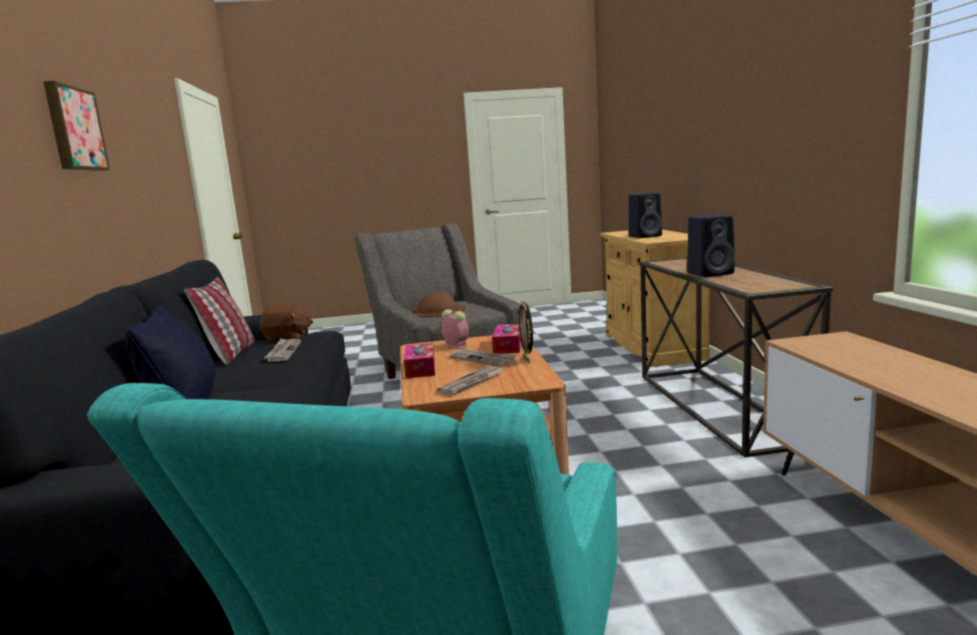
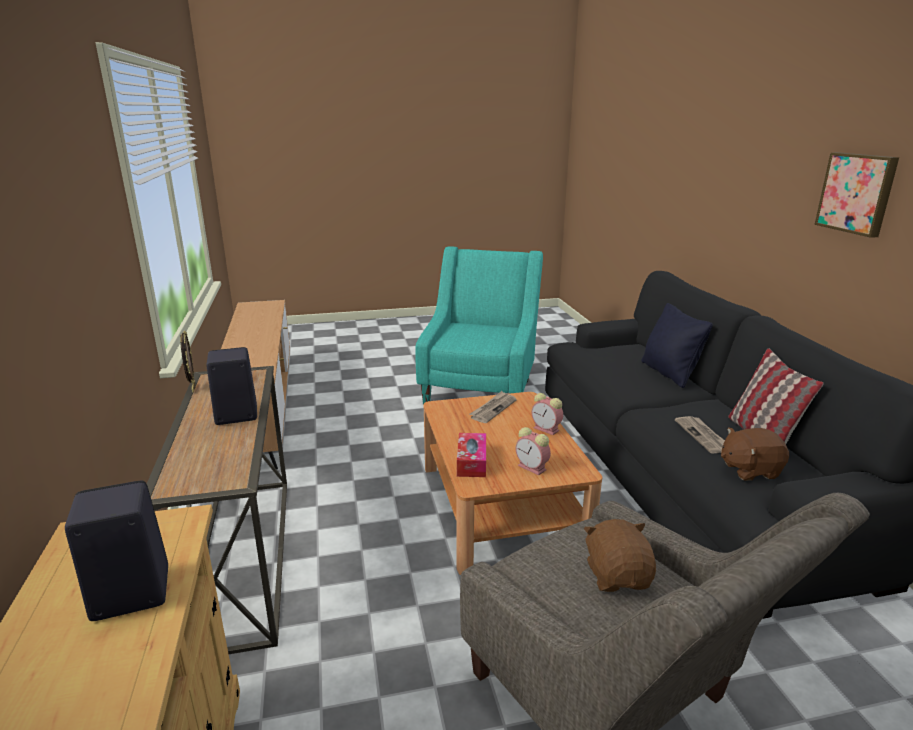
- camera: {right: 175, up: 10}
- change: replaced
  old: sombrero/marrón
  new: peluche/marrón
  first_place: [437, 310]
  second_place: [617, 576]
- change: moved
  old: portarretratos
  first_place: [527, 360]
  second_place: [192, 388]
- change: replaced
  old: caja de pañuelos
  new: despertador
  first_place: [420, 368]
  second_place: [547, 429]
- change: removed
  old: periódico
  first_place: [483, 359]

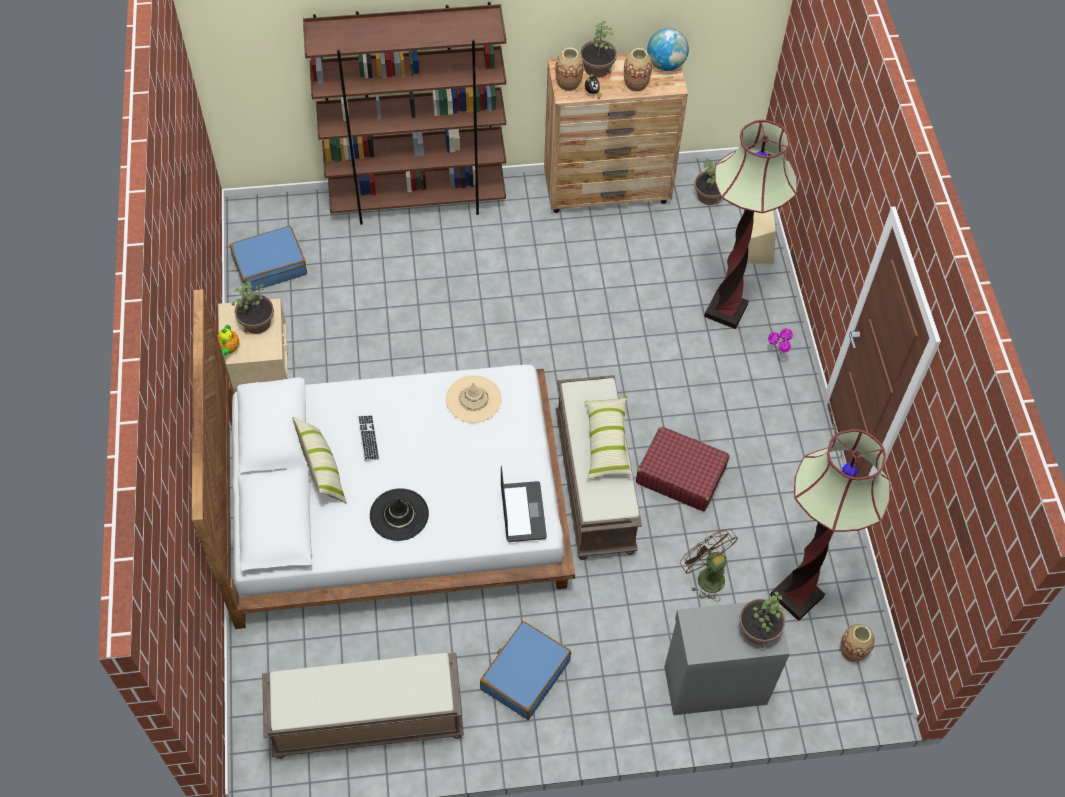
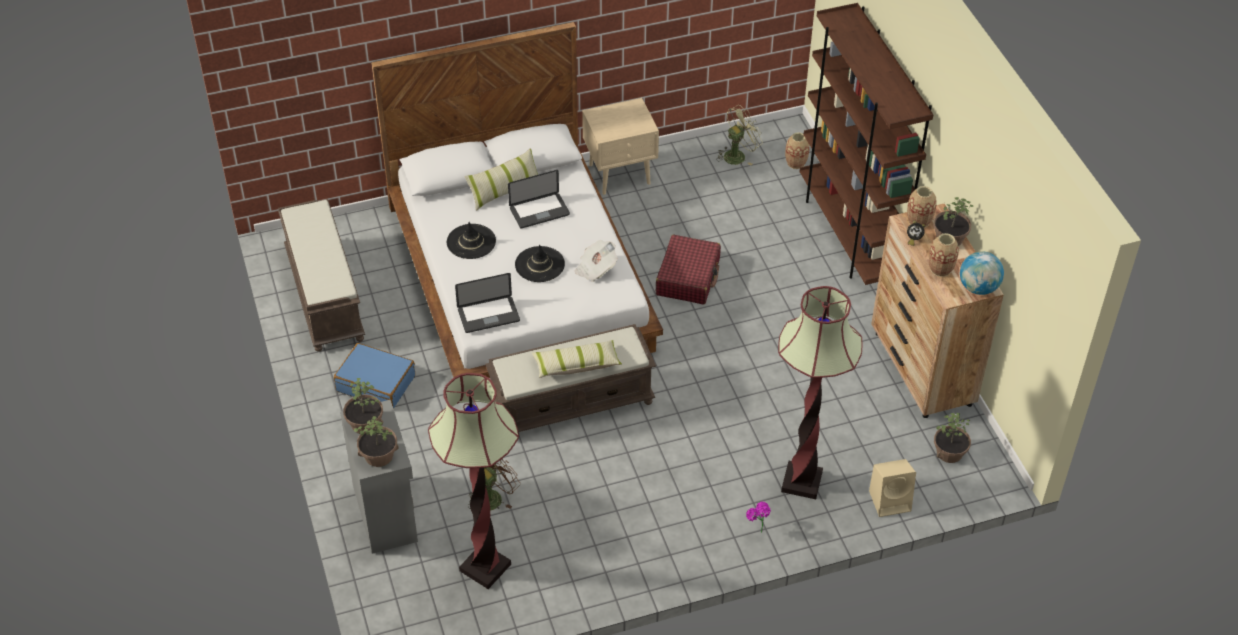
- camera: {right: 80, up: -10}
- change: replaced
  old: maleta/azul
  new: ventilador/verde
  first_place: [270, 266]
  second_place: [738, 155]
- change: moved
  old: planta en maceta
  first_place: [257, 323]
  second_place: [365, 424]
- change: removed
  old: tetera
  first_place: [228, 349]
- change: replaced
  old: sombrero/beis
  new: periódico
  first_place: [473, 399]
  second_place: [595, 268]
- change: replaced
  old: teclado
  new: portátil
  first_place: [368, 438]
  second_place: [539, 211]
- change: moved
  old: maleta/rojo
  first_place: [680, 475]
  second_place: [688, 277]
- change: moved
  old: florero
  first_place: [852, 651]
  second_place: [795, 163]
- change: added
  new: sombrero/negro
  second_place: [539, 264]

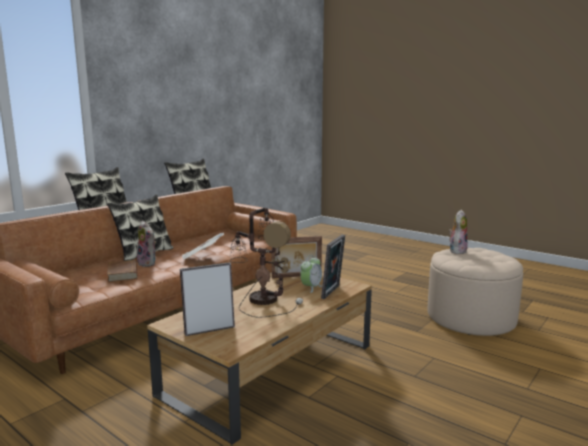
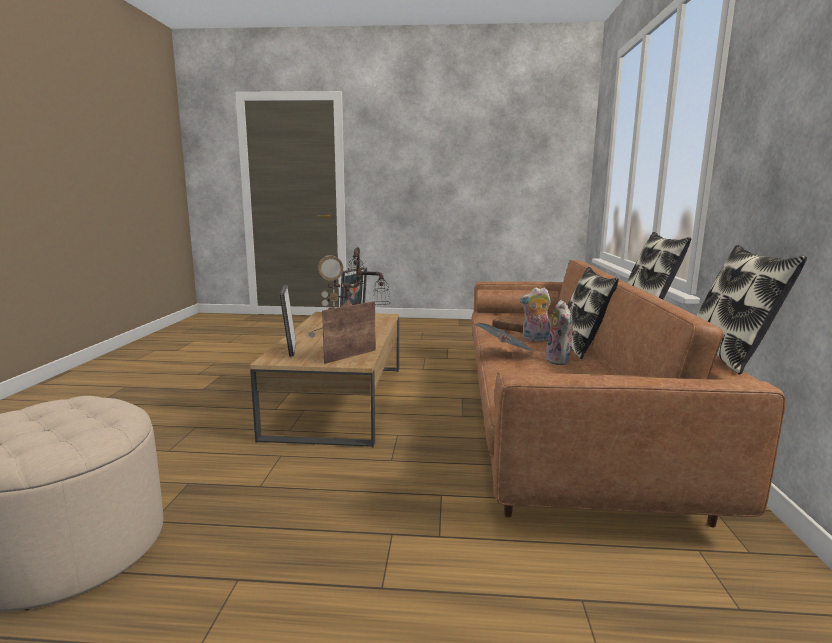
- camera: {right: 145, up: 0}
- change: moved
  old: peluche
  first_place: [457, 251]
  second_place: [560, 361]
- change: removed
  old: despertador
  first_place: [311, 288]

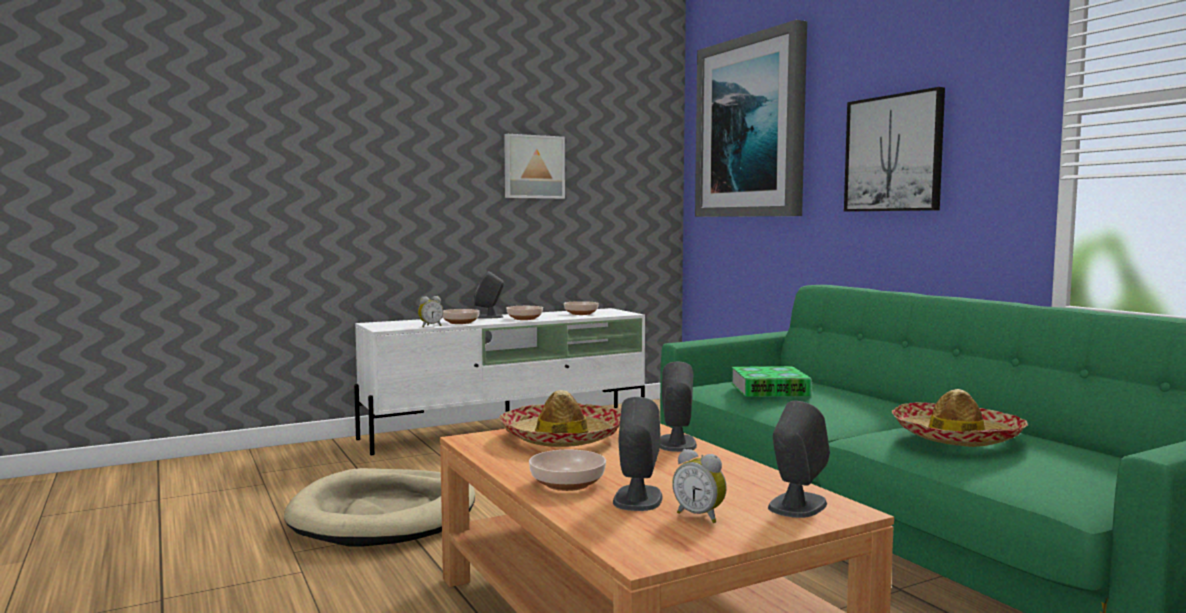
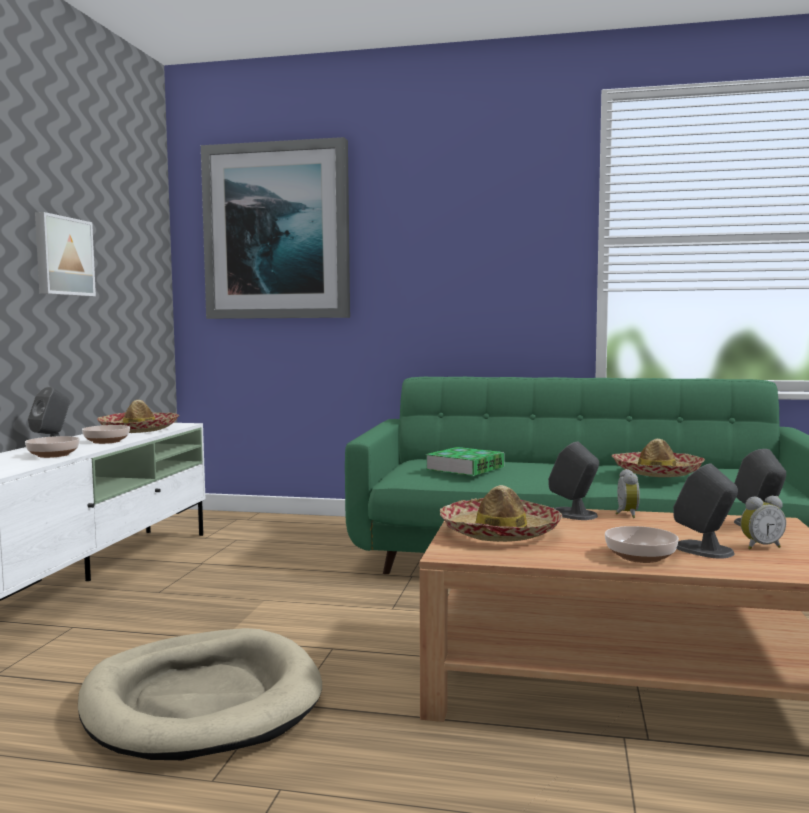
- camera: {right: -50, up: 0}
- change: removed
  old: cuadro
  first_place: [894, 153]
- change: moved
  old: despertador
  first_place: [430, 326]
  second_place: [625, 514]
- change: replaced
  old: cuenco
  new: sombrero
  first_place: [580, 314]
  second_place: [139, 430]

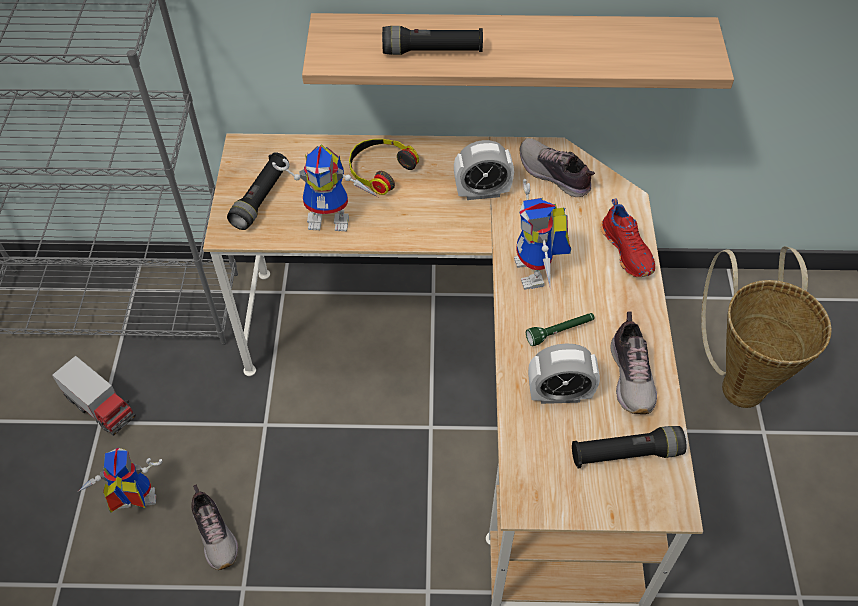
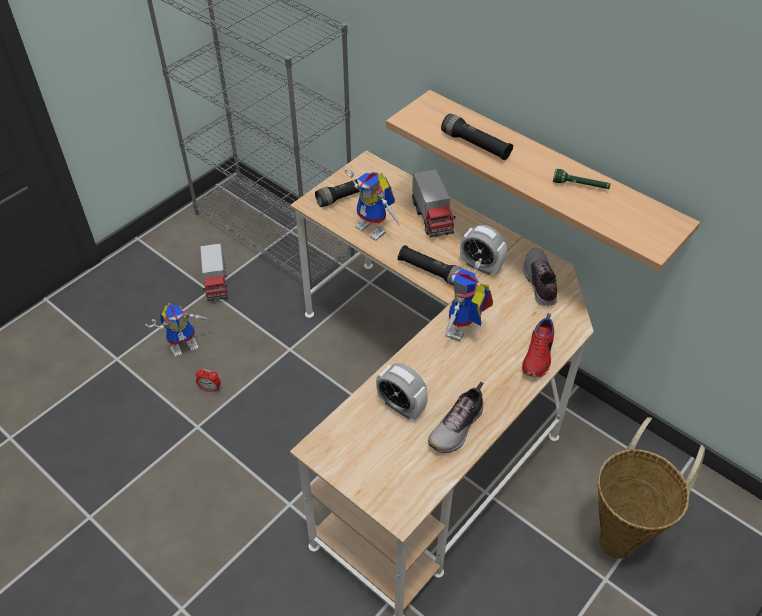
- camera: {right: 40, up: -5}
- change: replaced
  old: auriculares
  new: camión de juguete
  first_place: [380, 170]
  second_place: [432, 218]
- change: moved
  old: linterna/verde
  first_place: [560, 332]
  second_place: [580, 186]
- change: moved
  old: linterna/negro
  first_place: [625, 453]
  second_place: [431, 272]
- change: turned
  old: robot de juguete
  first_place: [133, 505]
  second_place: [185, 344]
  degrees: 120
- change: replaced
  old: zapato
  new: despertador
  first_place: [215, 534]
  second_place: [210, 388]

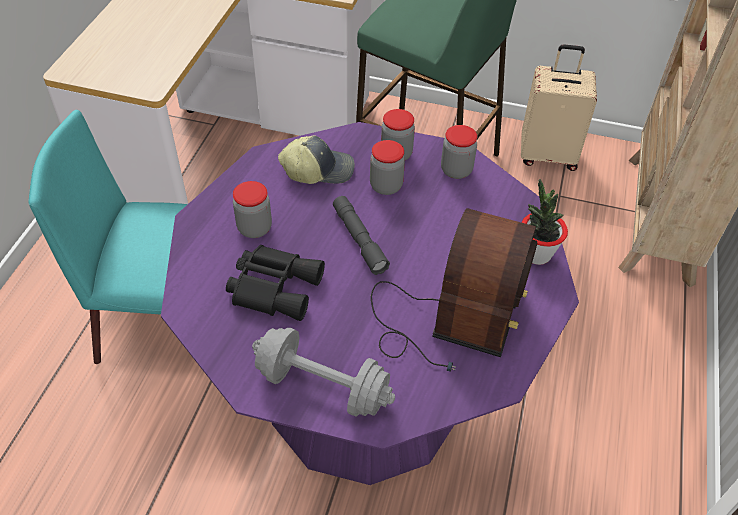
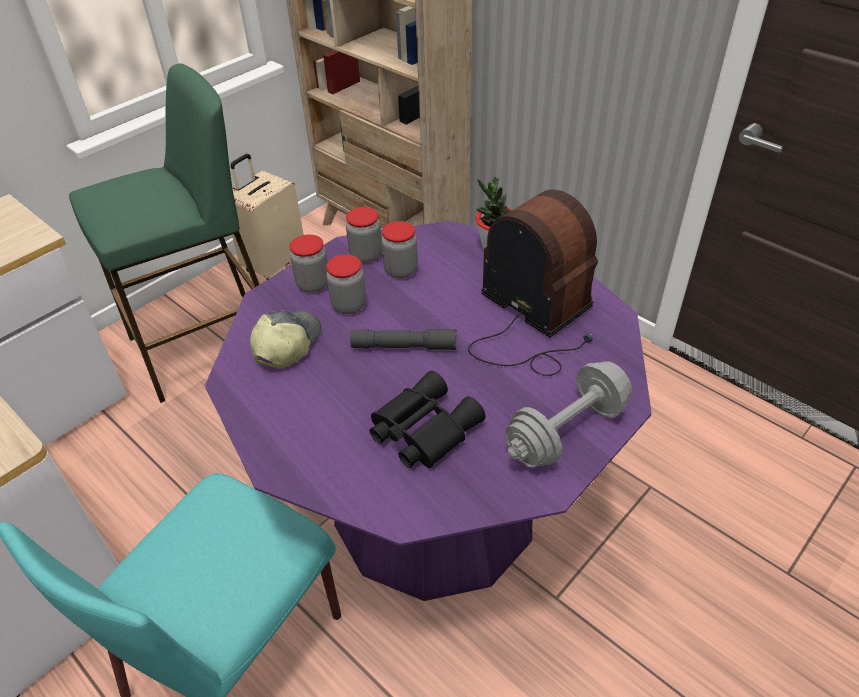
- camera: {right: -60, up: -5}
- change: moved
  old: tarro
  first_place: [254, 228]
  second_place: [401, 270]

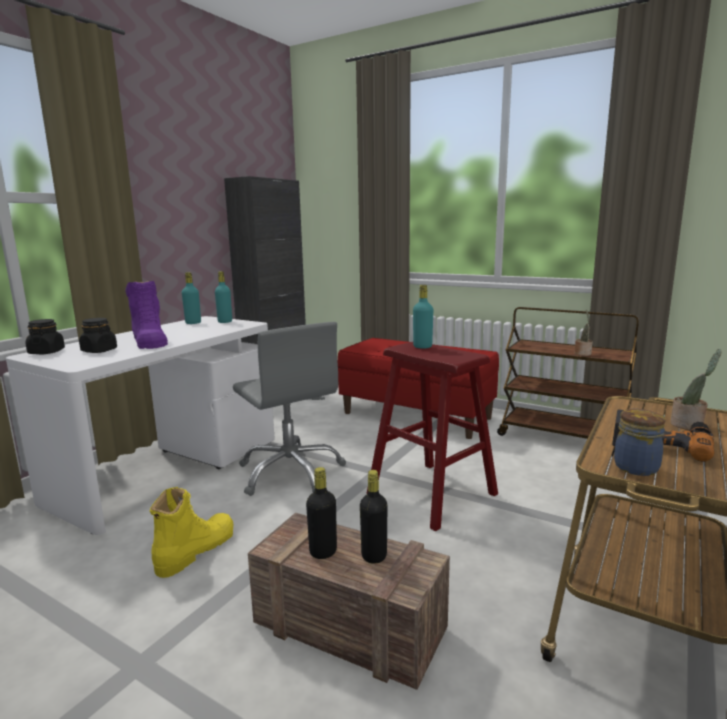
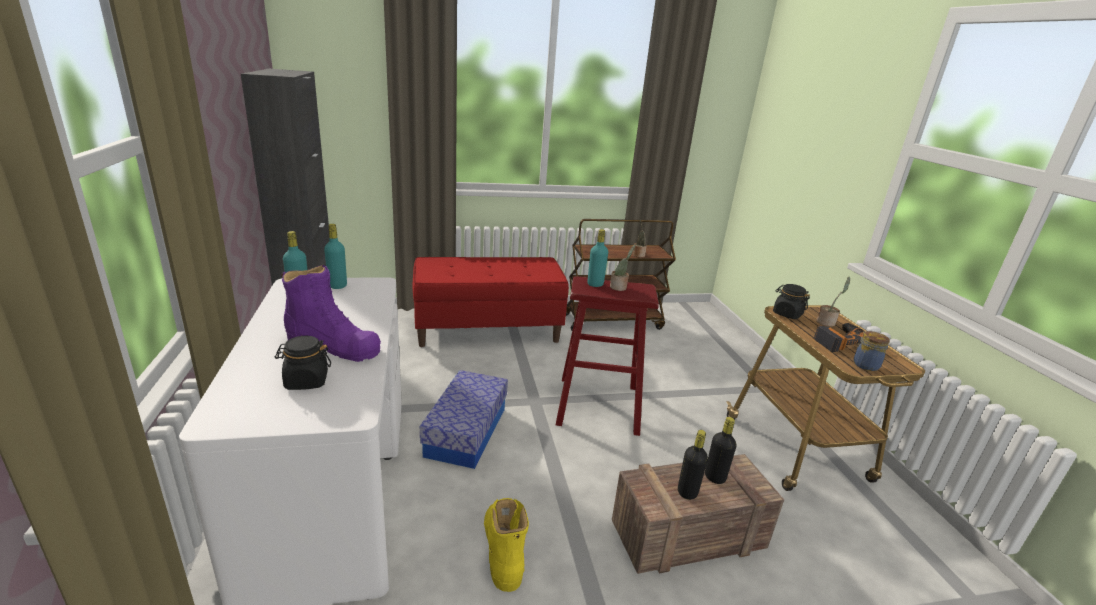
- camera: {right: -45, up: 10}
- change: moved
  old: tarro/negro
  first_place: [46, 352]
  second_place: [787, 314]
- change: replaced
  old: silla de oficina/gris
  new: caja de almacenaje
  first_place: [291, 472]
  second_place: [466, 432]
- change: added
  new: planta en maceta
  second_place: [619, 288]

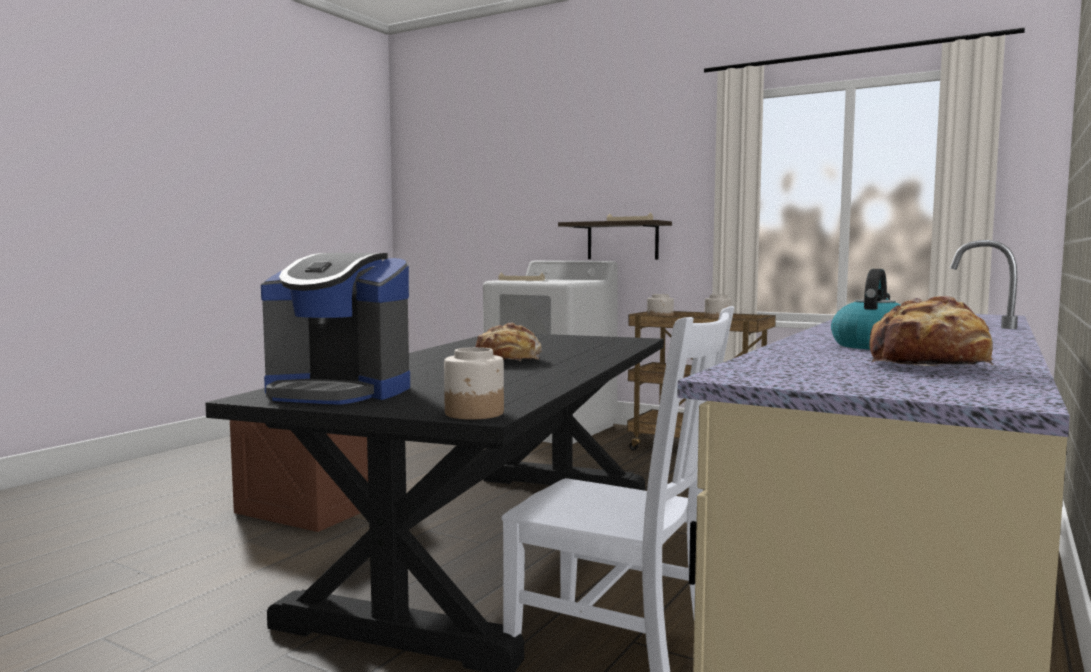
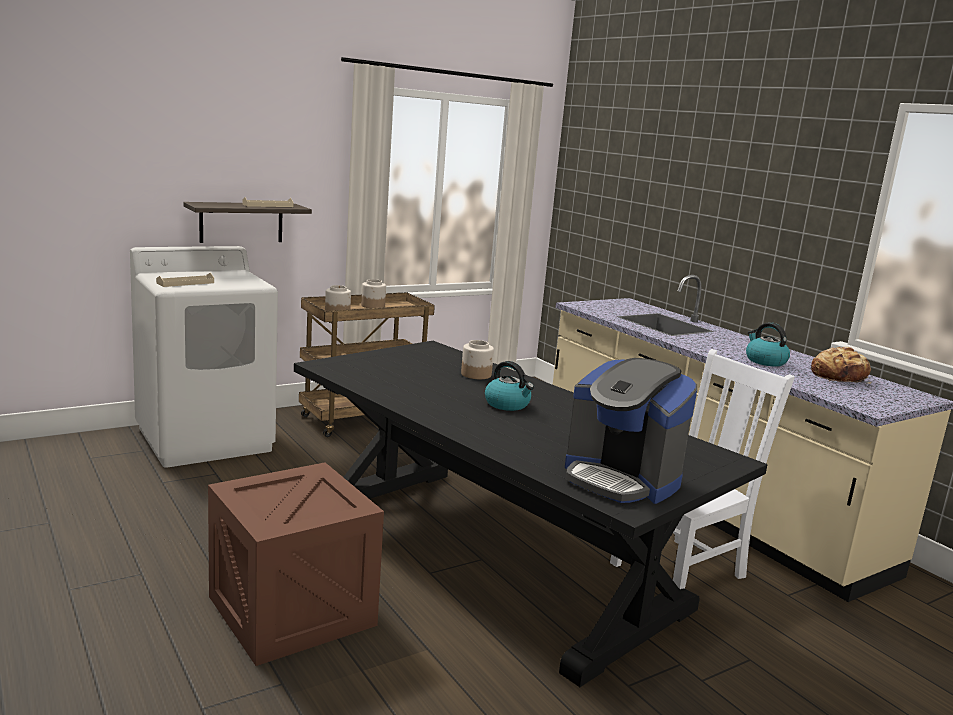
- camera: {right: -65, up: 10}
- change: turned
  old: cafetera
  first_place: [339, 392]
  second_place: [621, 479]
  degrees: 90
- change: replaced
  old: pan
  new: hervidor
  first_place: [508, 360]
  second_place: [508, 404]
- change: moved
  old: tarro
  first_place: [474, 413]
  second_place: [476, 374]

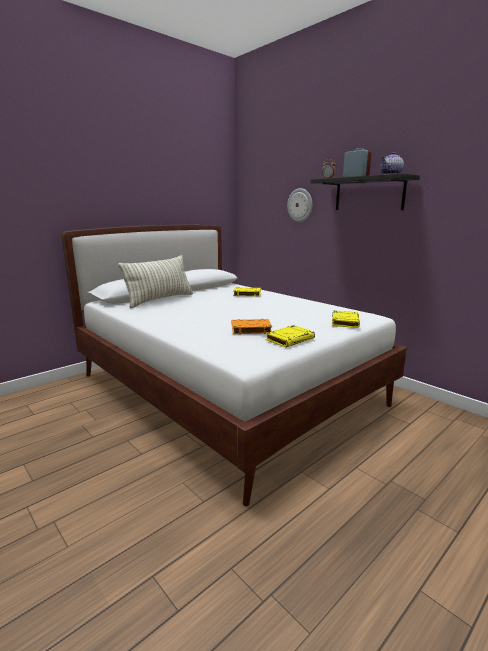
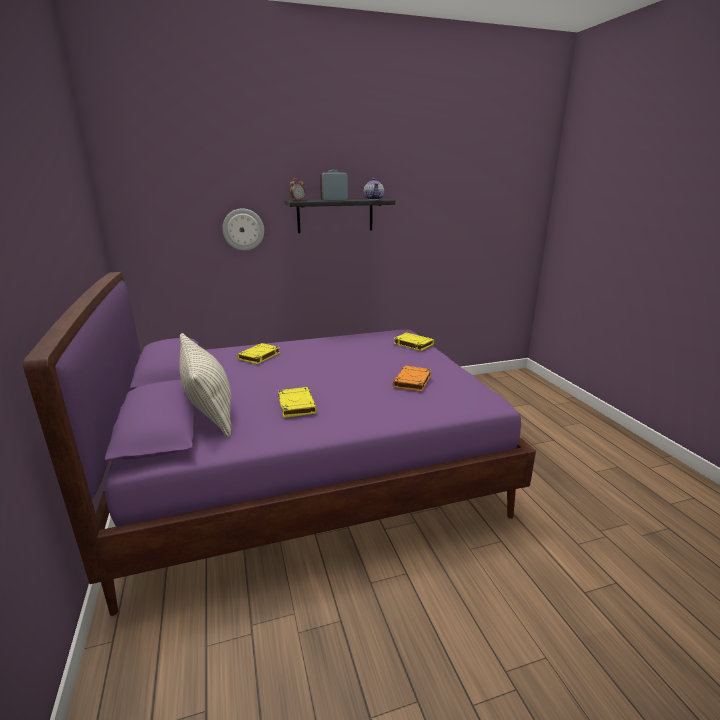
- camera: {right: -65, up: 5}
- change: recoloured
  old: cama/blanco
  new: cama/morado
  first_place: [227, 389]
  second_place: [308, 474]
- change: moved
  old: libro/amarillo
  first_place: [290, 339]
  second_place: [296, 405]

